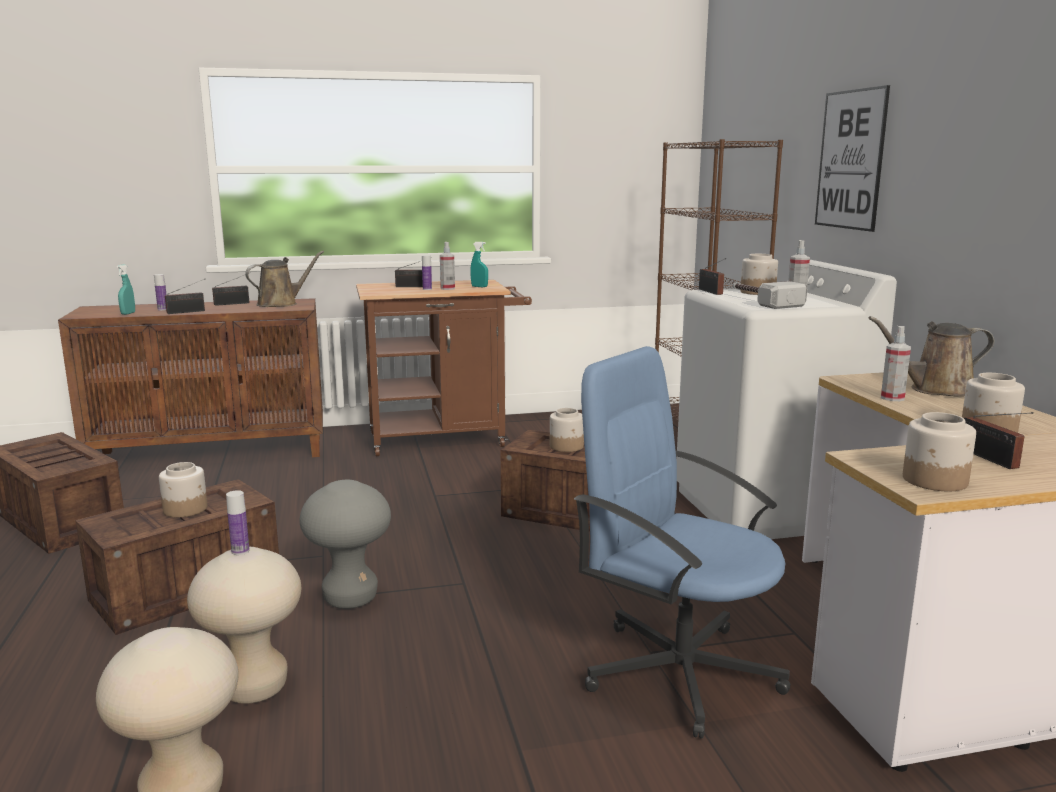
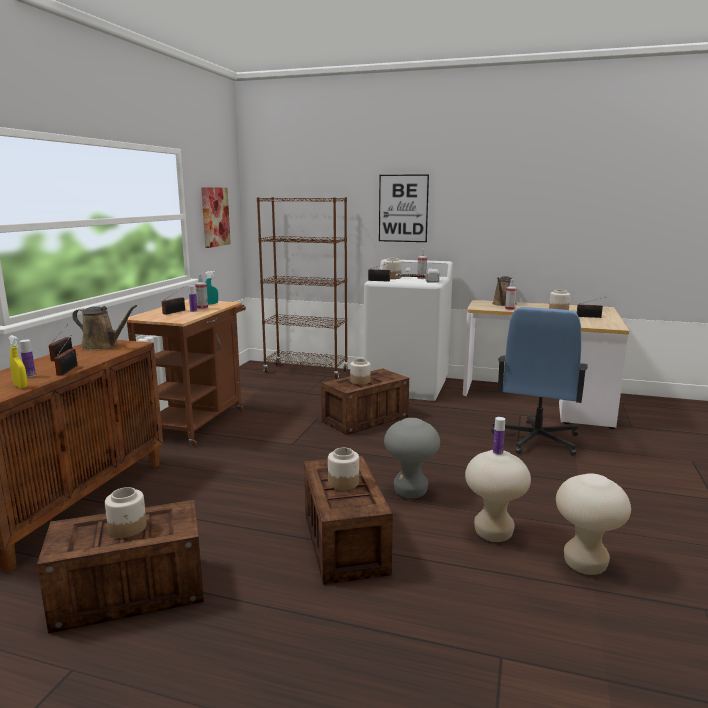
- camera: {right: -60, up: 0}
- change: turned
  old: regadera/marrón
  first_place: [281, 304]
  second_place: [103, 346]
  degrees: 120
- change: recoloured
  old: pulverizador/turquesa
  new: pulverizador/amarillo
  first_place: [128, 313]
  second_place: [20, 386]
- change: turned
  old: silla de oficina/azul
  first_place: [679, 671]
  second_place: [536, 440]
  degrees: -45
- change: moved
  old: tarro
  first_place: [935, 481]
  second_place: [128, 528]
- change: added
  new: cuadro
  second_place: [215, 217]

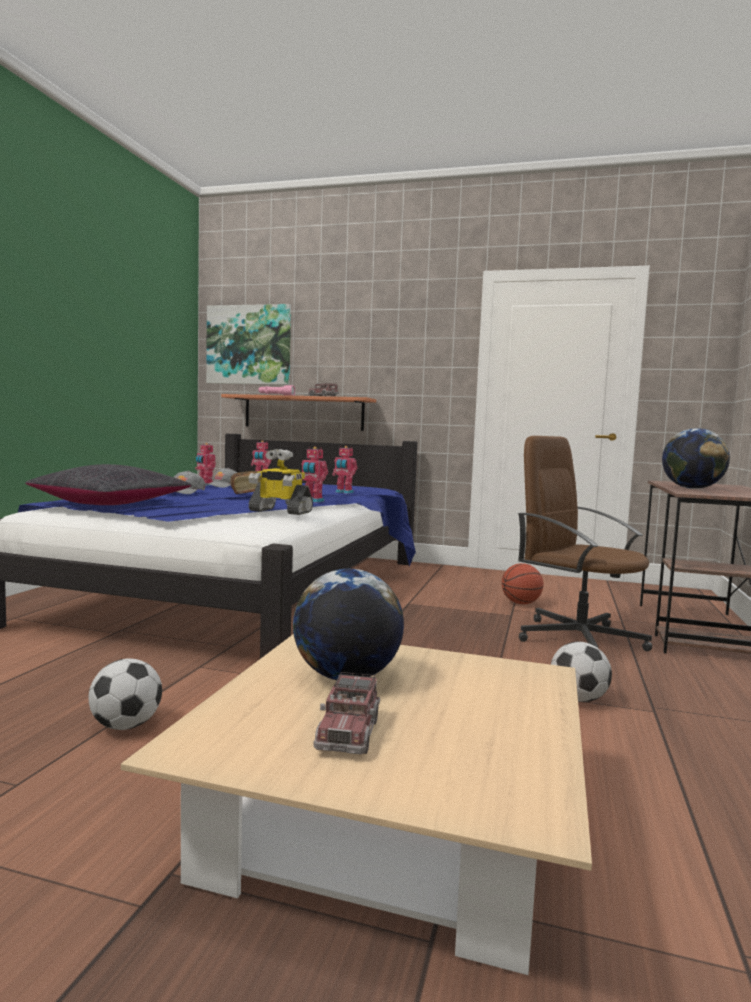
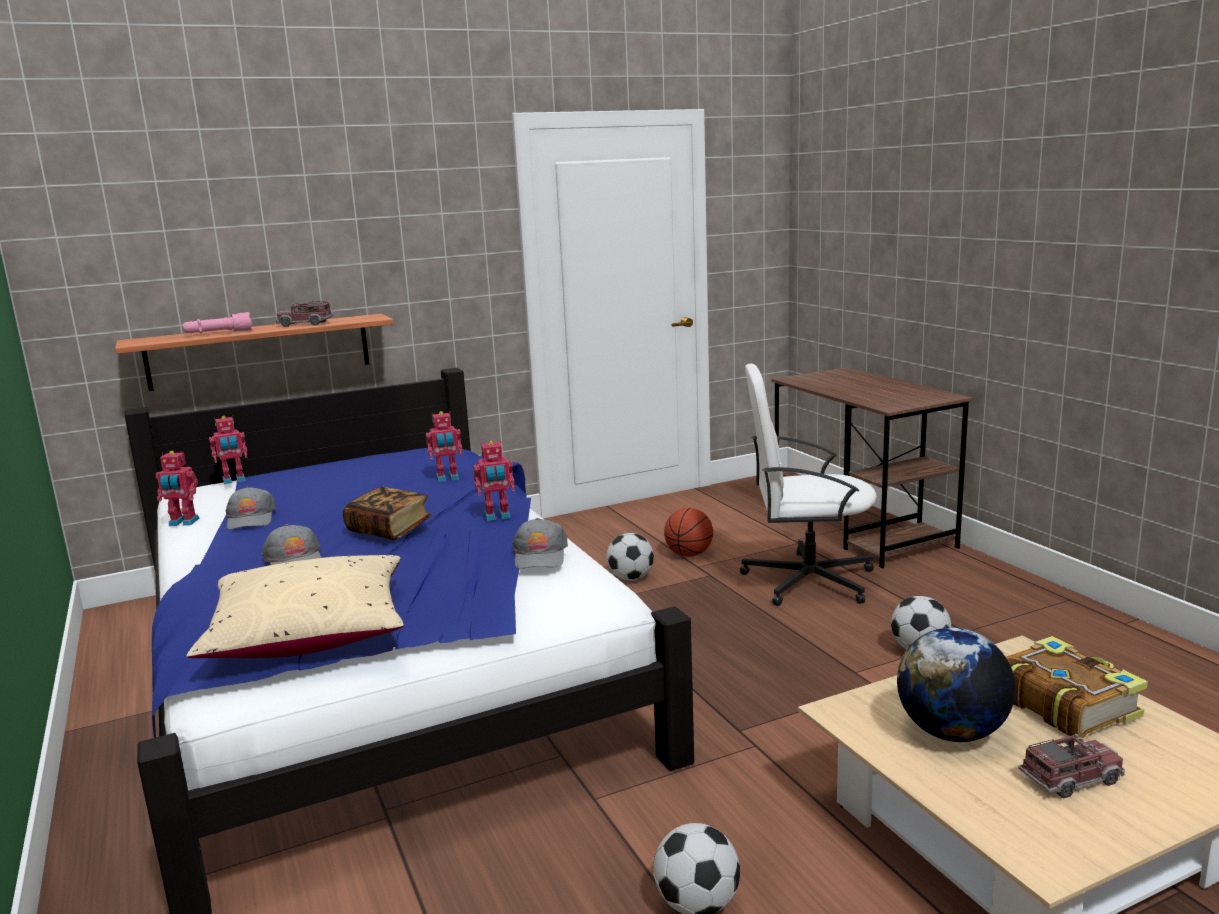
- camera: {right: -40, up: 10}
- change: removed
  old: cuadro
  first_place: [249, 345]
- change: removed
  old: globo terráqueo
  first_place: [692, 488]
- change: recoloured
  old: silla de oficina/marrón
  new: silla de oficina/blanco
  first_place: [578, 638]
  second_place: [806, 580]
- change: replaced
  old: robot de juguete
  new: gorra/gris
  first_place: [279, 511]
  second_place: [540, 555]
- change: recoloured
  old: cojín/negro
  new: cojín/beis
  first_place: [110, 504]
  second_place: [309, 632]
- change: turned
  old: camión de juguete
  first_place: [348, 732]
  second_place: [1070, 779]
  degrees: -75
- change: added
  new: balón de fútbol
  second_place: [630, 578]
- change: added
  new: libro
  second_place: [1063, 703]

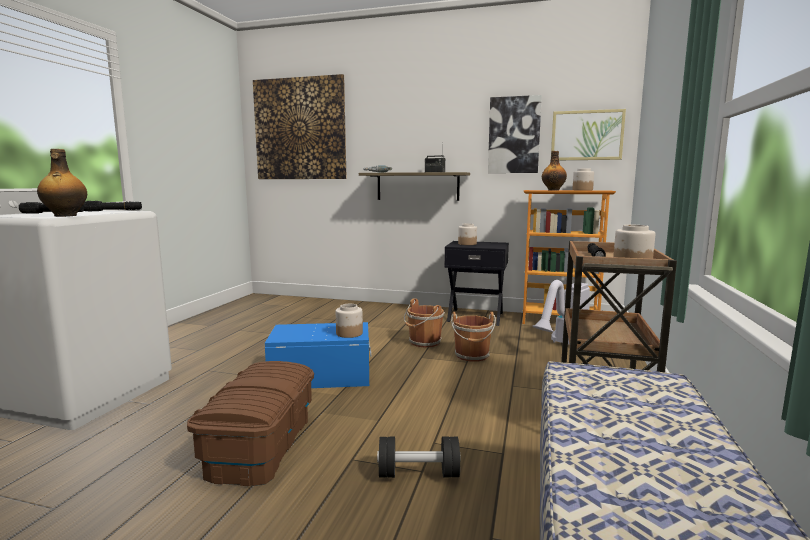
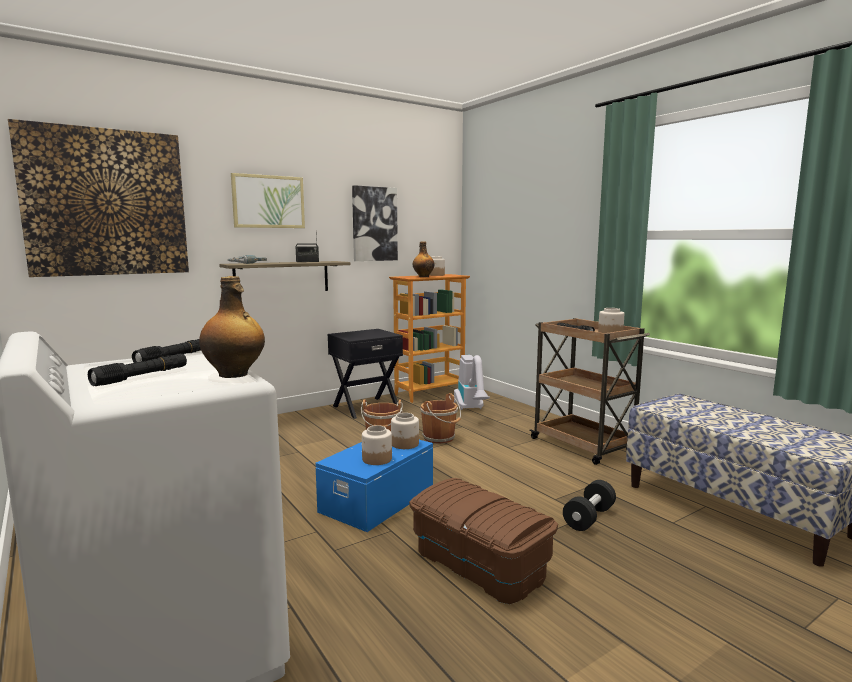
- camera: {right: -50, up: 0}
- change: moved
  old: cuadro
  first_place: [586, 135]
  second_place: [268, 201]
- change: moved
  old: tarro
  first_place: [467, 244]
  second_place: [377, 459]

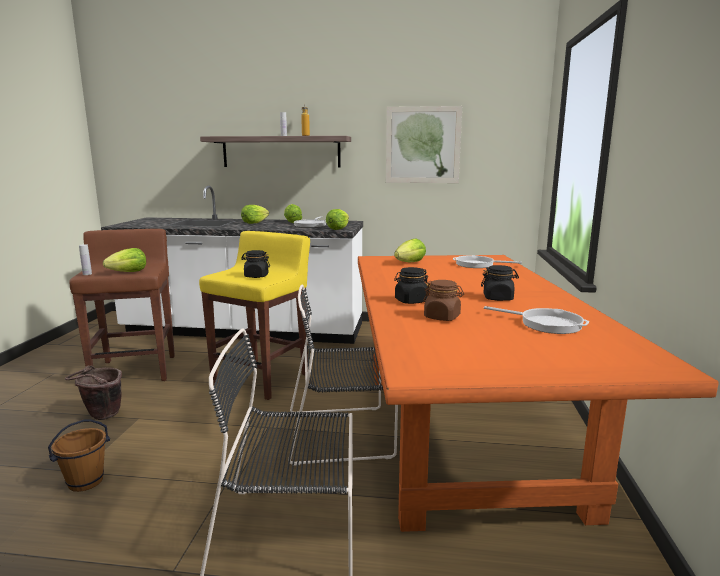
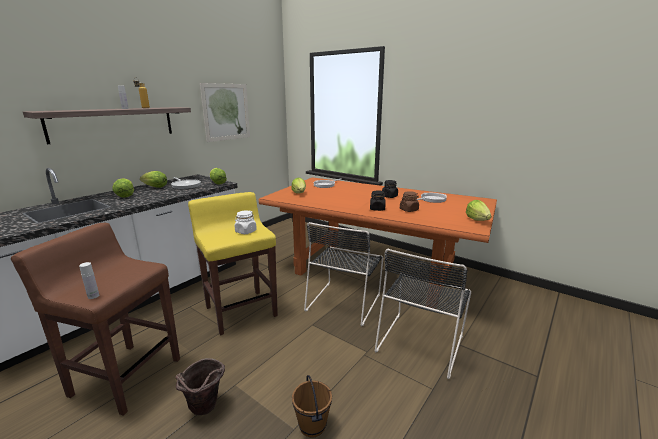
- camera: {right: -60, up: 5}
- change: moved
  old: lechuga
  first_place: [129, 272]
  second_place: [477, 220]
- change: recoloured
  old: tarro/negro
  new: tarro/blanco
  first_place: [256, 276]
  second_place: [245, 231]

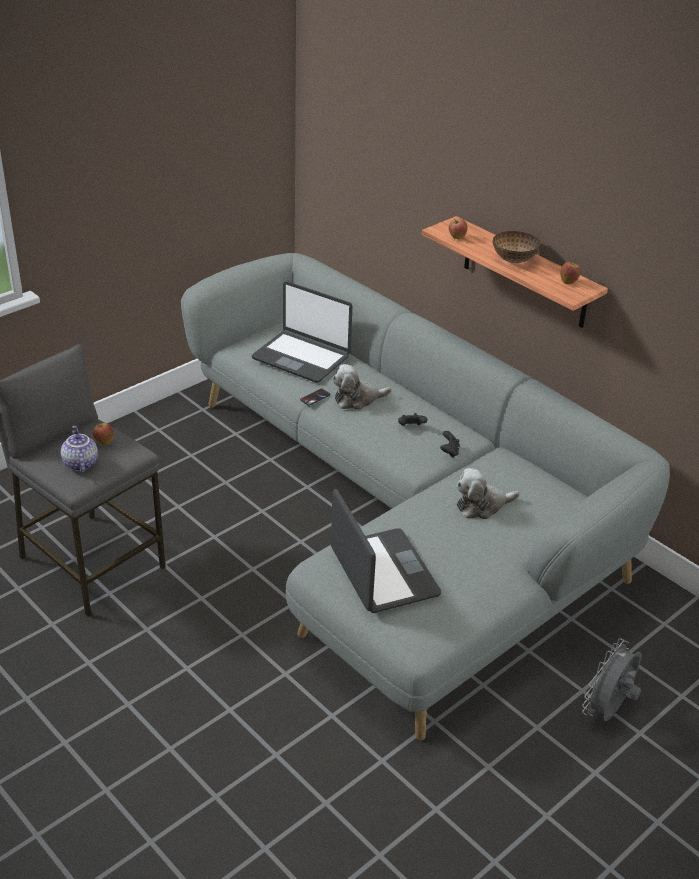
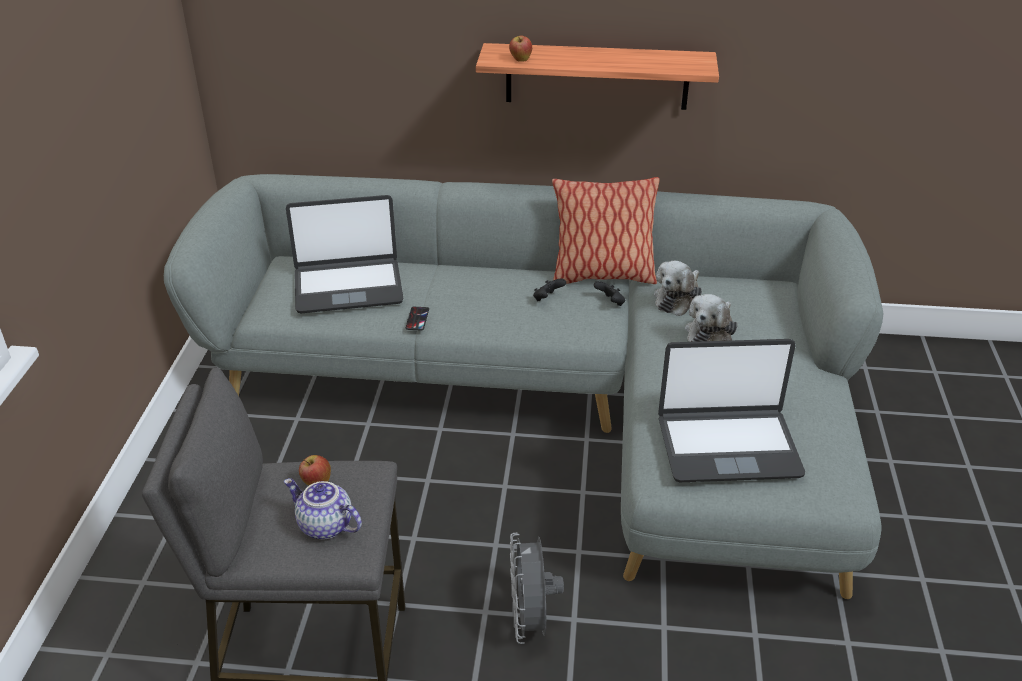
- camera: {right: -40, up: 0}
- change: removed
  old: cuenco
  first_place: [514, 260]
- change: removed
  old: manzana
  first_place: [568, 281]
- change: moved
  old: peluche
  first_place: [357, 399]
  second_place: [678, 299]
- change: turned
  old: portátil
  first_place: [382, 572]
  second_place: [728, 446]
  degrees: 150
- change: moved
  old: ventilador/gris
  first_place: [608, 711]
  second_place: [531, 621]
- change: added
  new: cojín
  second_place: [602, 276]

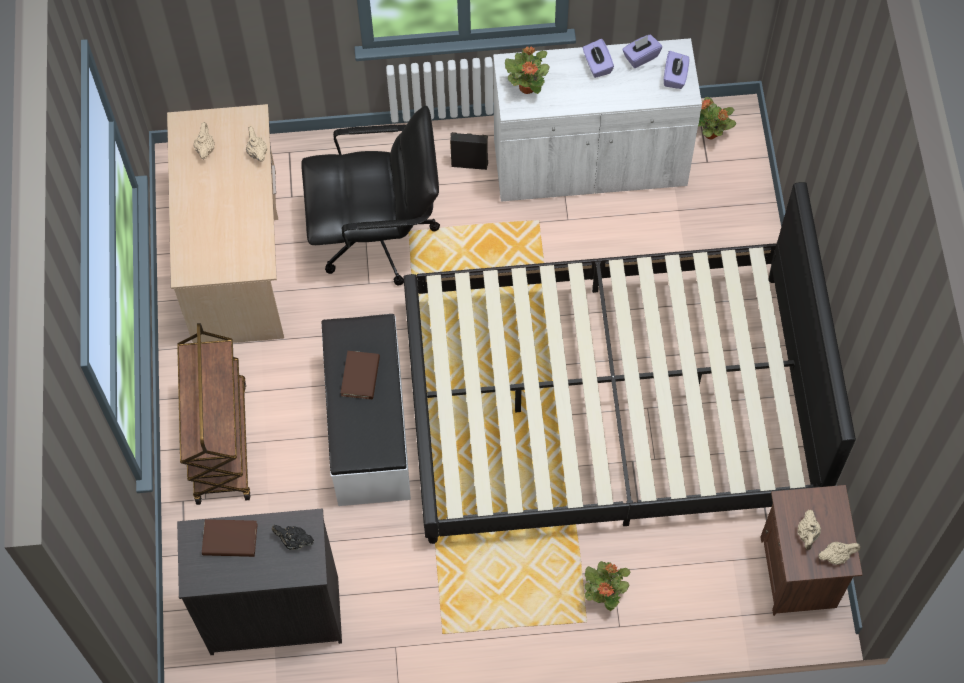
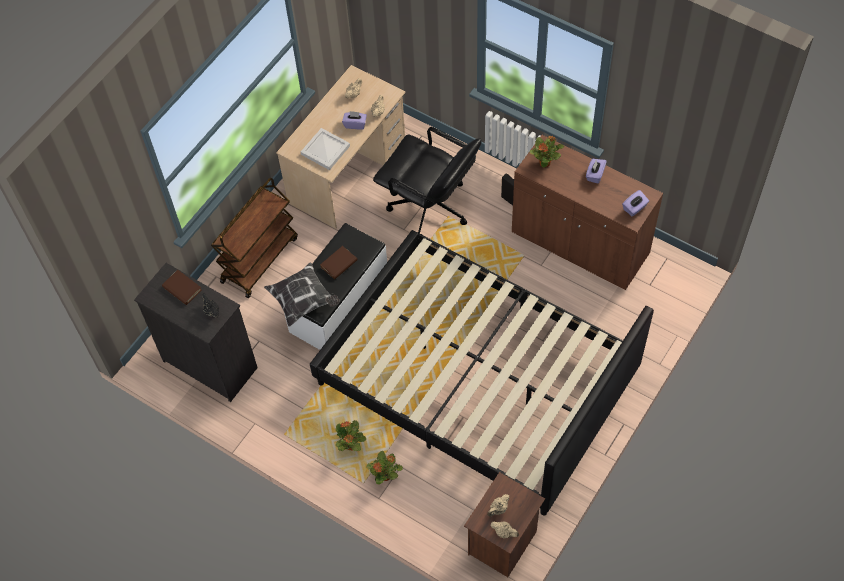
- camera: {right: 40, up: -5}
- change: moved
  old: caja de pañuelos/morado
  first_place: [641, 56]
  second_place: [355, 124]
- change: recoloured
  old: armario/blanco
  new: armario/marrón
  first_place: [590, 164]
  second_place: [580, 243]
- change: moved
  old: planta en maceta
  first_place: [711, 133]
  second_place: [351, 446]
- change: added
  new: bandeja/blanco
  second_place: [325, 149]
- change: added
  new: cojín
  second_place: [303, 301]

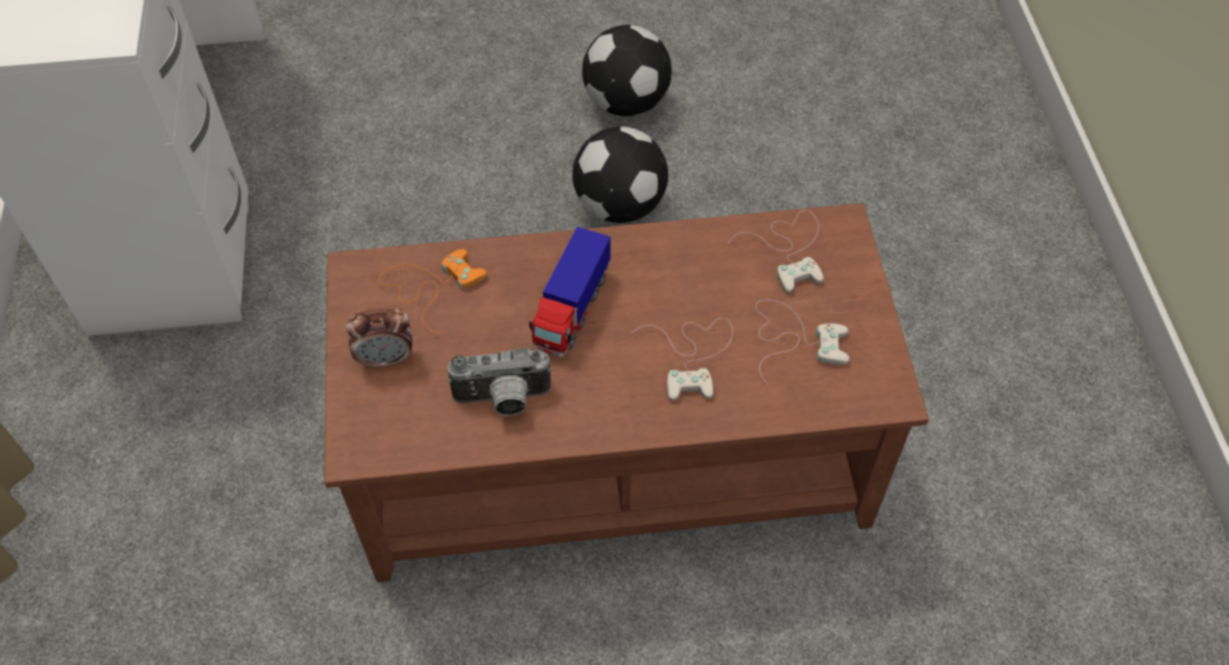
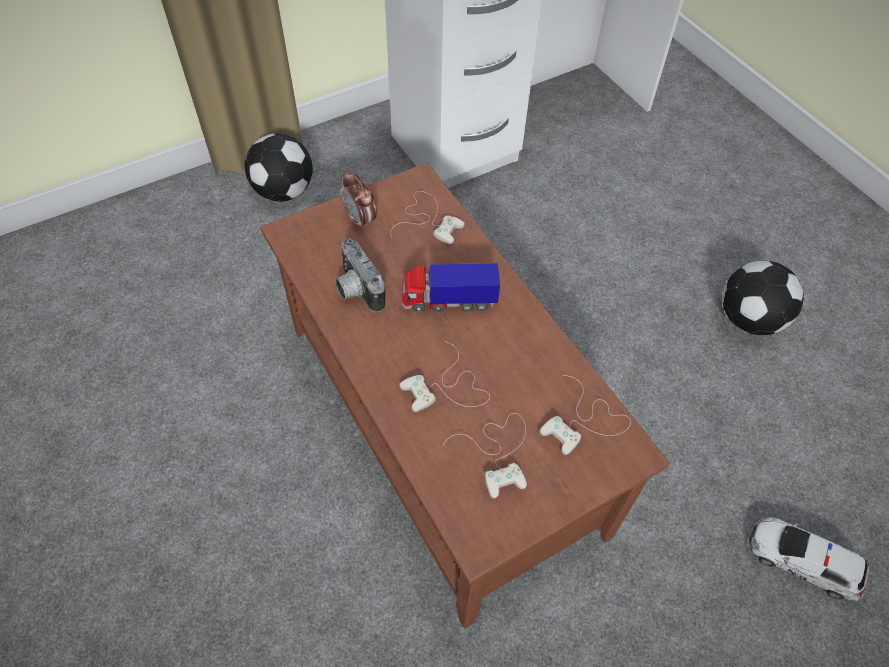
- camera: {right: 65, up: 0}
- change: moved
  old: balón de fútbol
  first_place: [621, 205]
  second_place: [284, 192]
- change: recoloured
  old: mando de consola/naranja
  new: mando de consola/blanco
  first_place: [430, 286]
  second_place: [428, 220]
- change: added
  new: coche de juguete
  second_place: [802, 560]

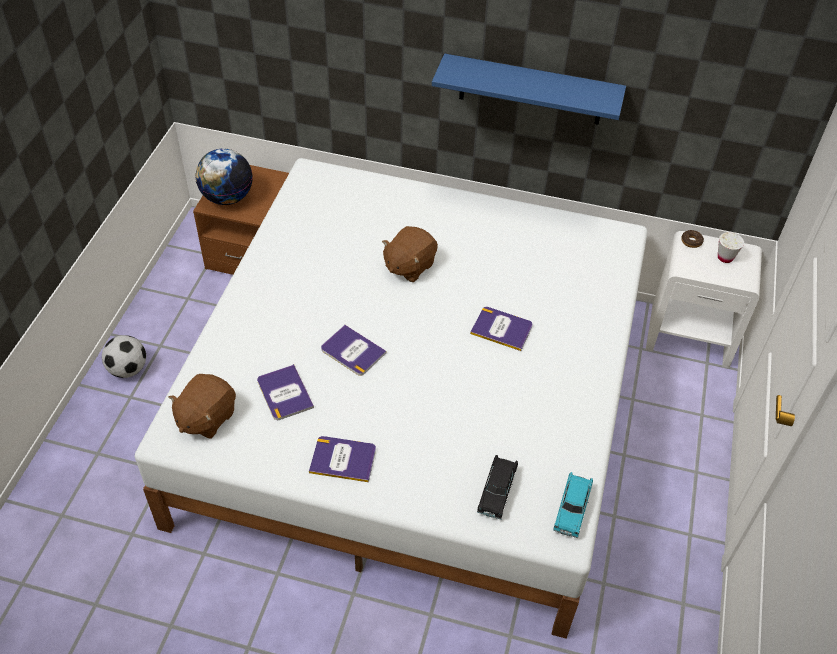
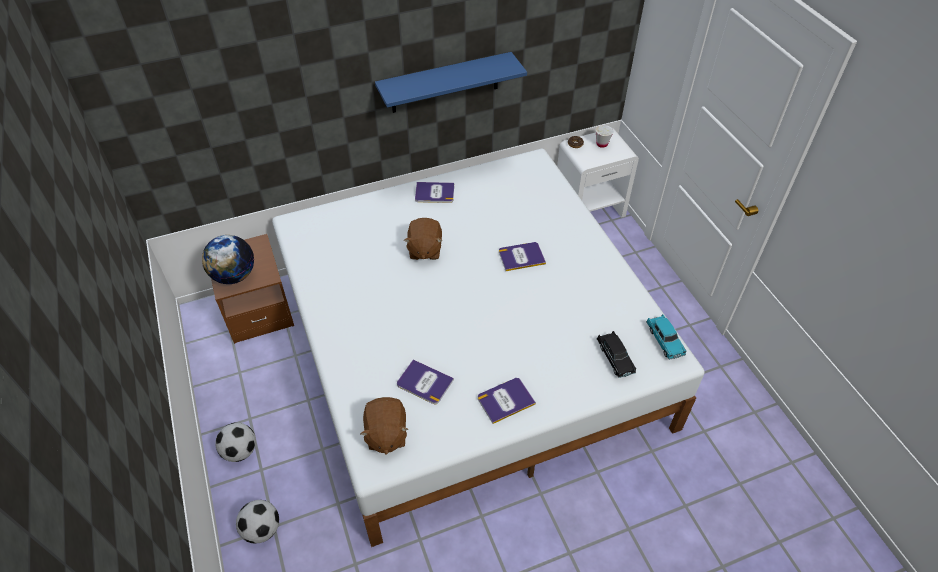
- camera: {right: -35, up: 0}
- change: moved
  old: libro
  first_place: [352, 351]
  second_place: [434, 193]
- change: added
  new: balón de fútbol
  second_place: [262, 529]

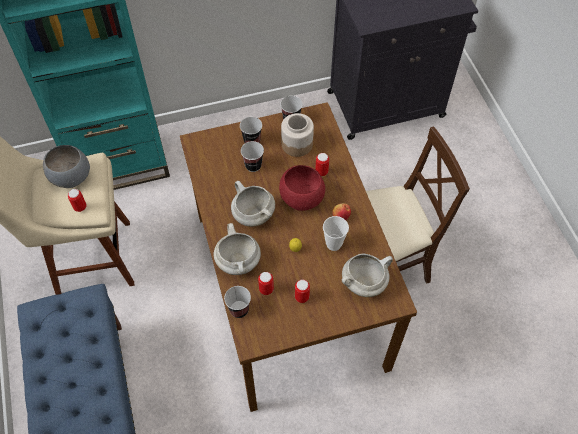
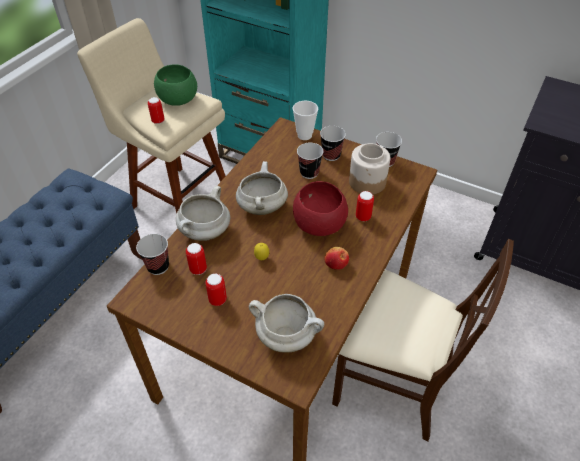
- camera: {right: 45, up: -10}
- change: recoloured
  old: cuenco/gris
  new: cuenco/verde
  first_place: [71, 177]
  second_place: [178, 100]
- change: moved
  old: taza
  first_place: [333, 244]
  second_place: [304, 135]

